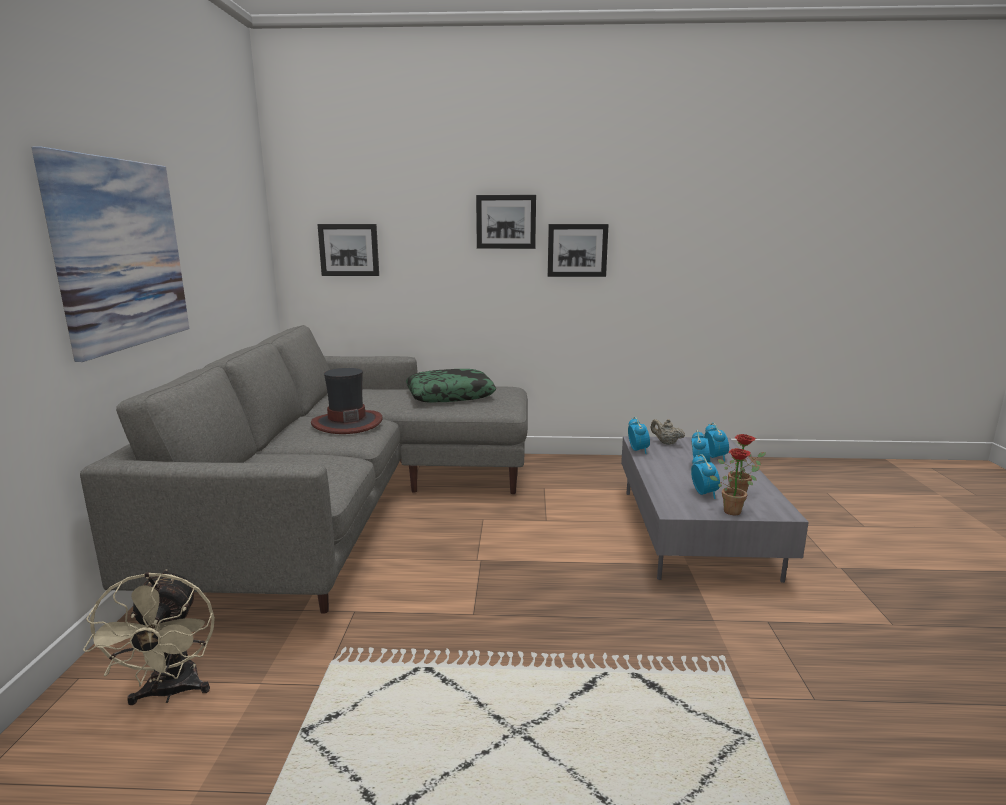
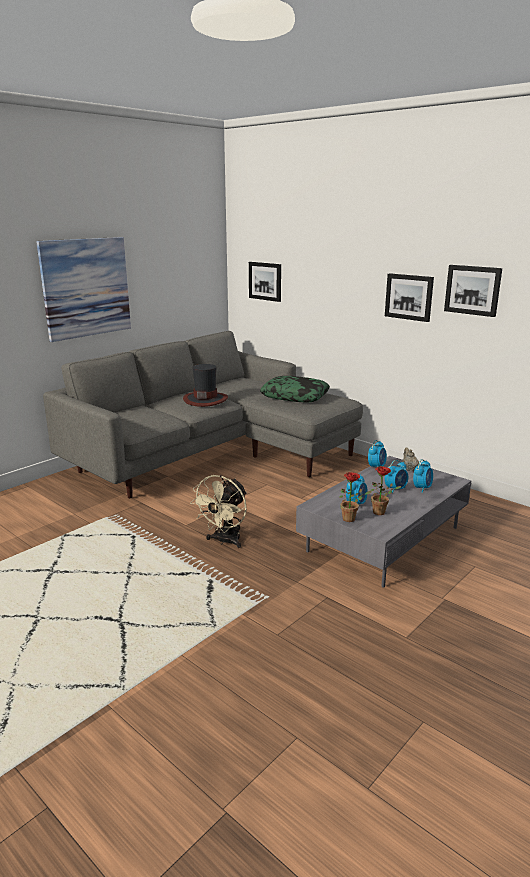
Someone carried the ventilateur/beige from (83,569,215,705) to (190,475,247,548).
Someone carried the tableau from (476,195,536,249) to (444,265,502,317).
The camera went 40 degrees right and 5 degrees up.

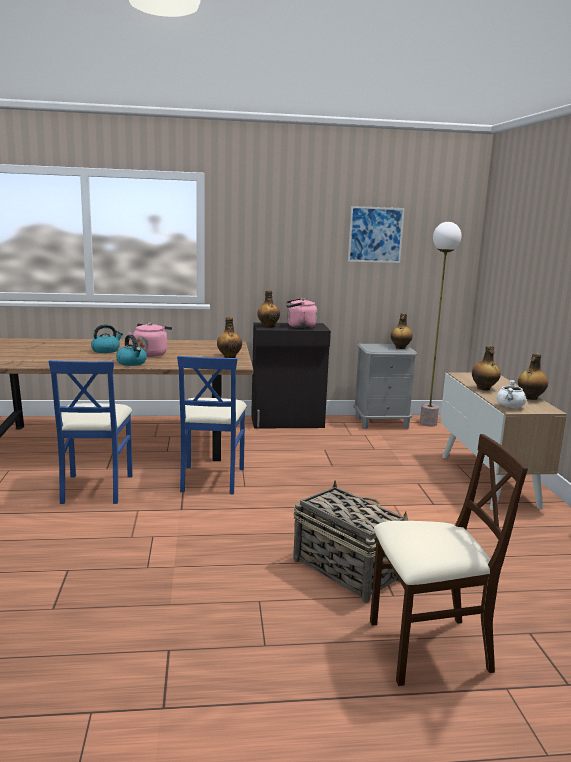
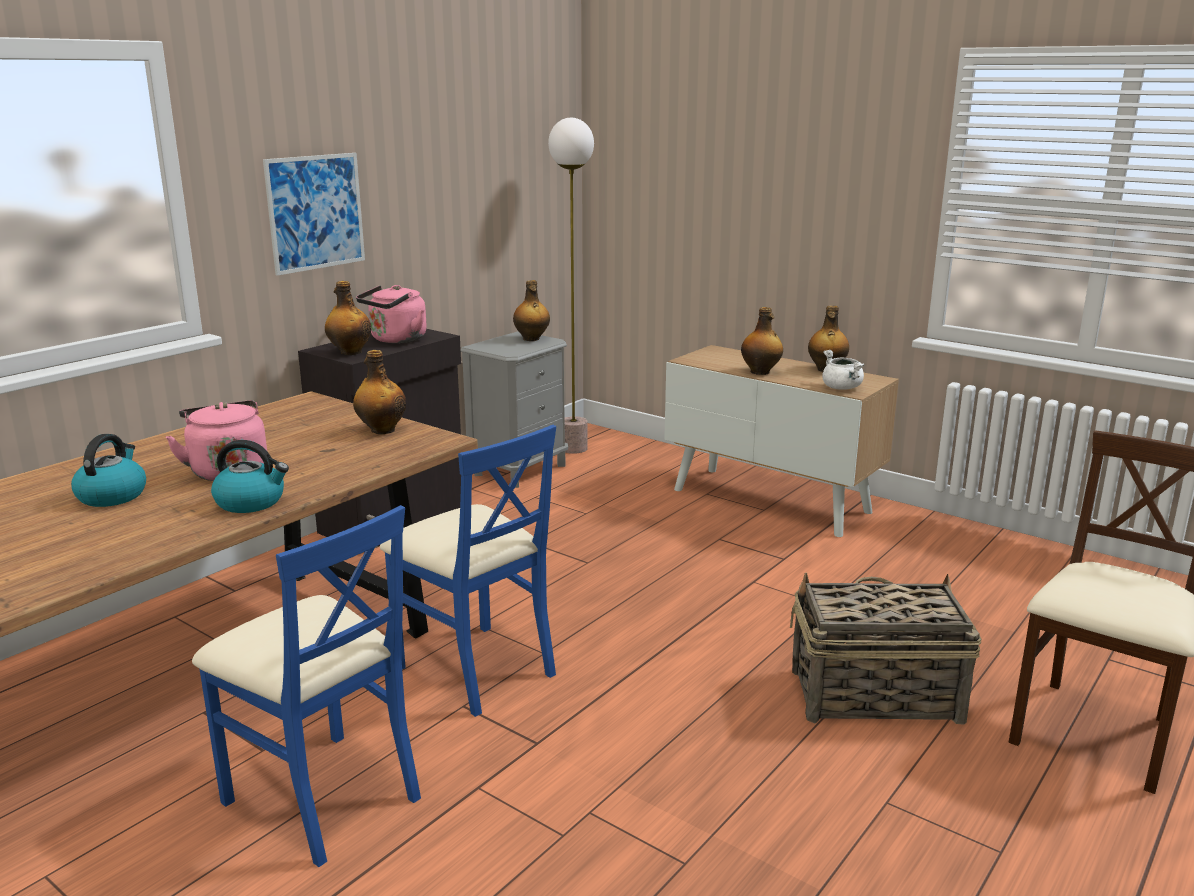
Someone carried the tableau from (348,206,405,263) to (263,153,365,276).
The camera went 45 degrees left and 5 degrees up.

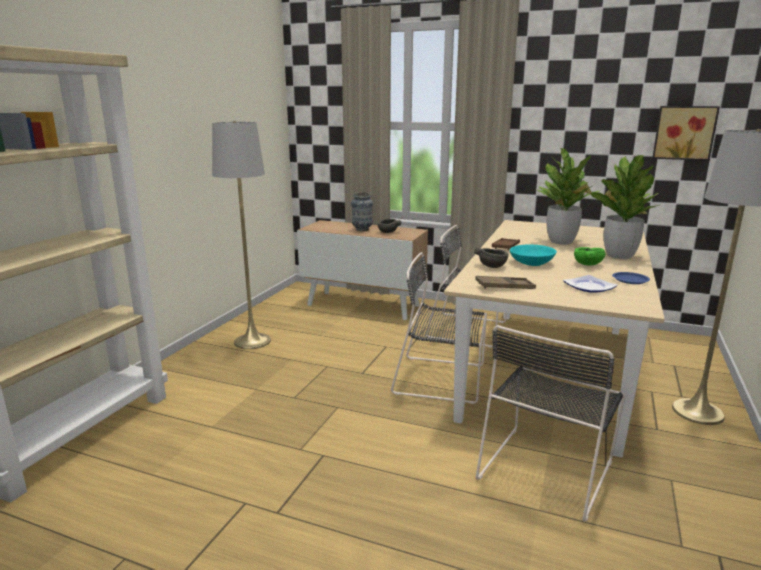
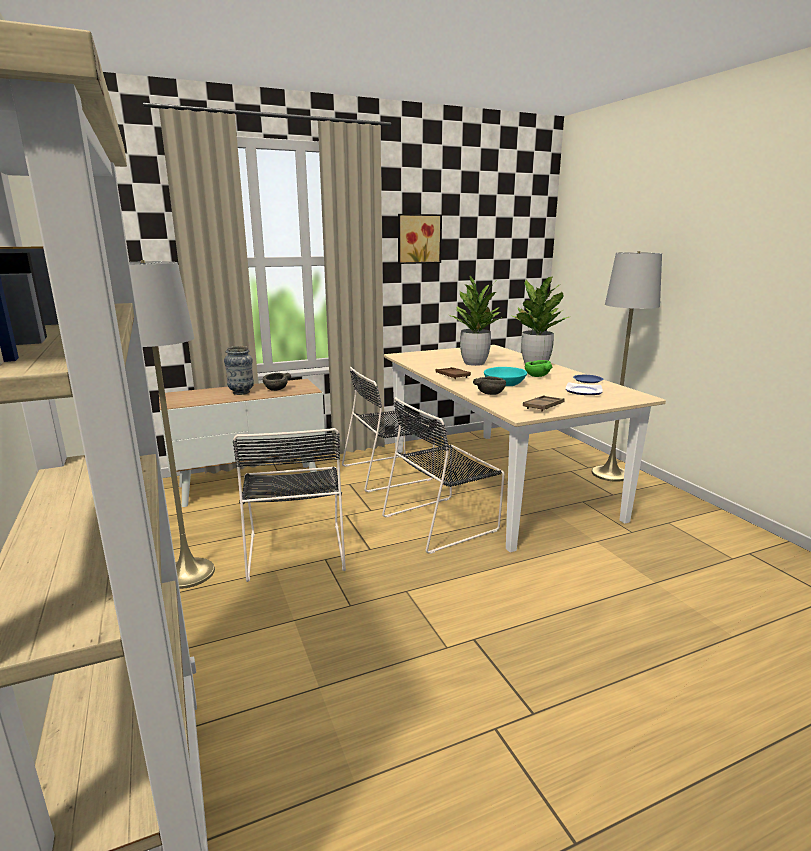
Someone carried the chaise/noir from (476,325,625,522) to (233,428,346,582).
Someone carried the tableau from (652,106,720,161) to (398,214,442,264).
The camera went 45 degrees left and 0 degrees up.

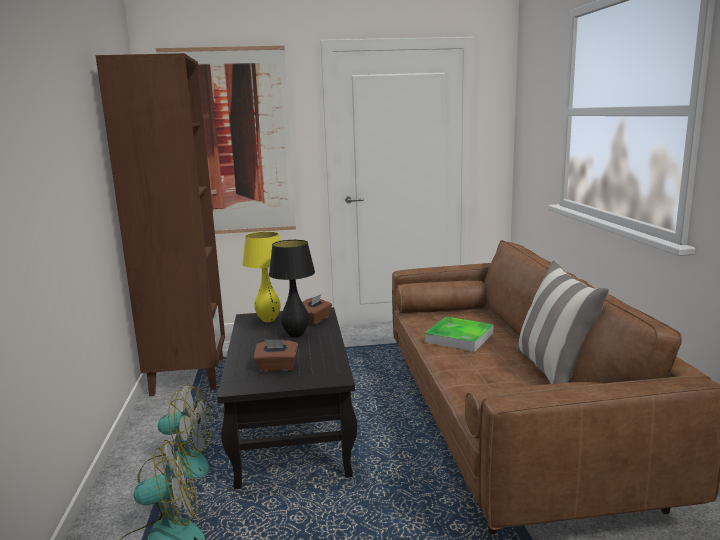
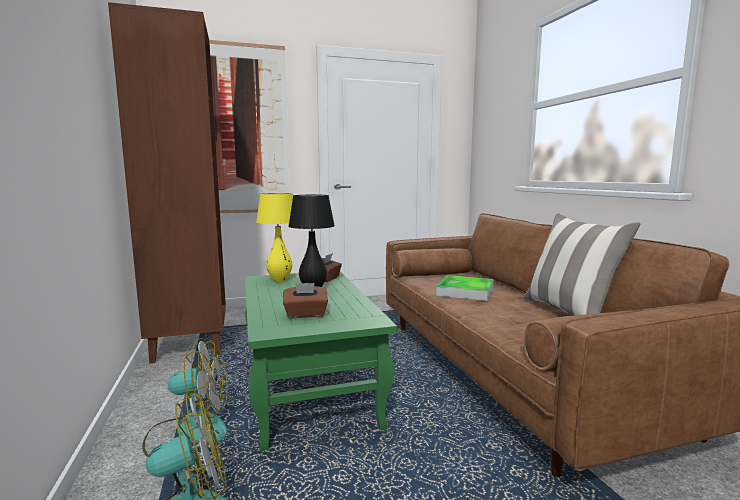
Someone repainted the table basse/noir at (217,307,357,489), which became the table basse/vert at (245,271,397,451).
The camera went 10 degrees left and 5 degrees down.

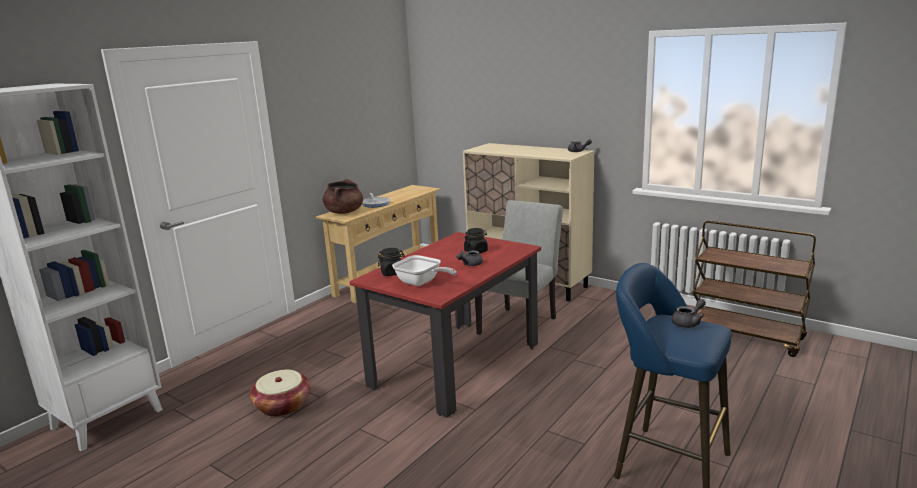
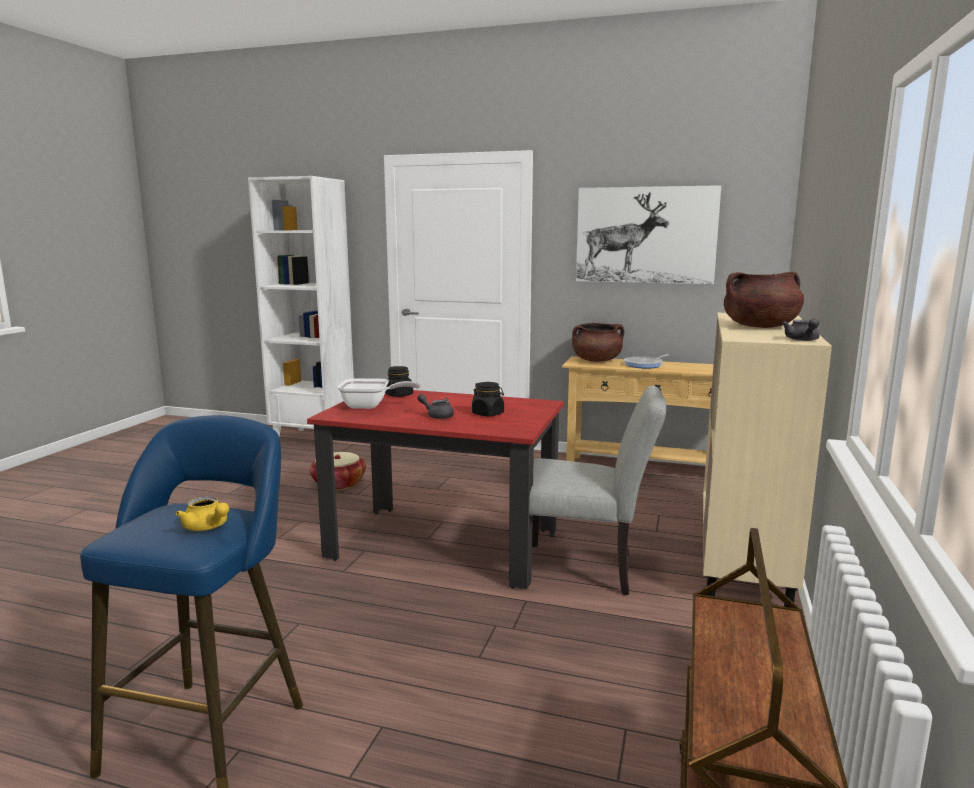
Someone put up the tableau at (576,185,721,284).
Someone put down the marmite/marron at (724,272,804,328).
Someone repainted the théière/gris at (671,299,706,328), which became the théière/jaune at (176,496,229,531).
Someone rotated the poêle at (392,255,457,286) by 105 degrees counterclockwise.
The camera went 70 degrees right and 5 degrees down.

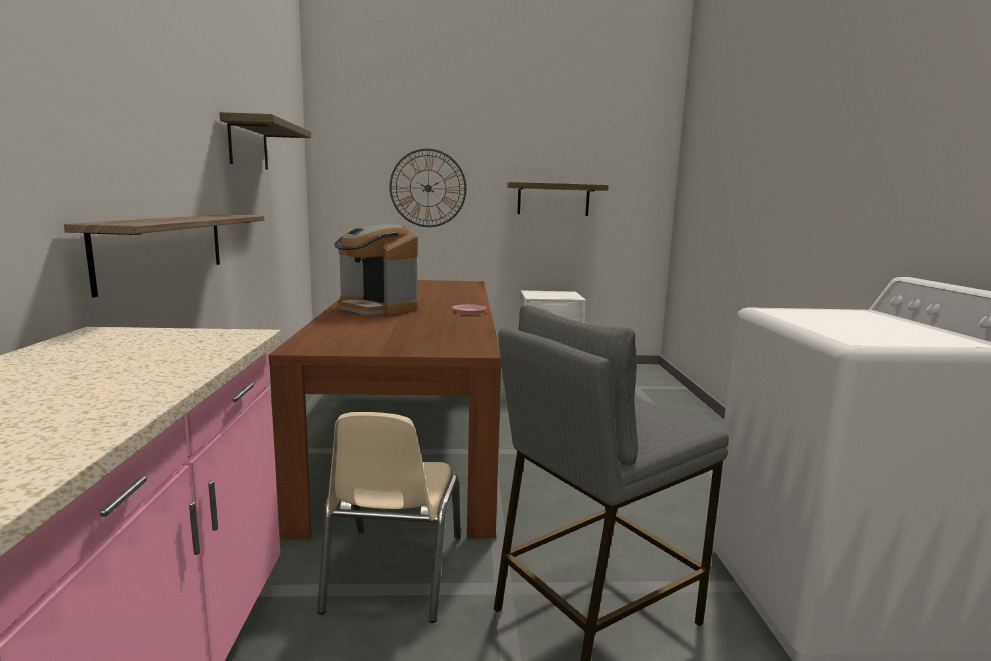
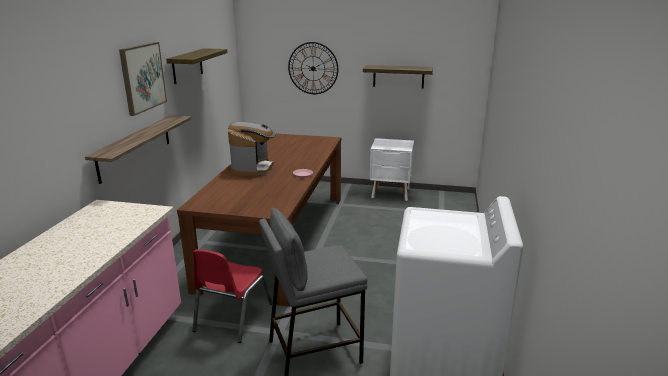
Someone put up the tableau at (119,42,167,116).
Someone repainted the chaise/beige at (317,412,461,623), which became the chaise/rouge at (193,249,273,343).
Someone rotated the machine à café at (334,224,418,315) by 135 degrees counterclockwise.
The camera went 15 degrees right and 10 degrees up.

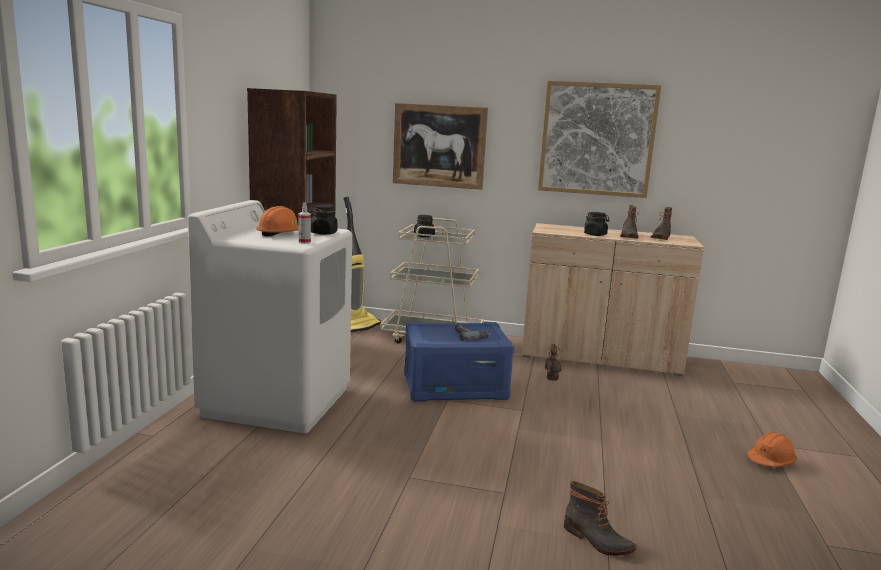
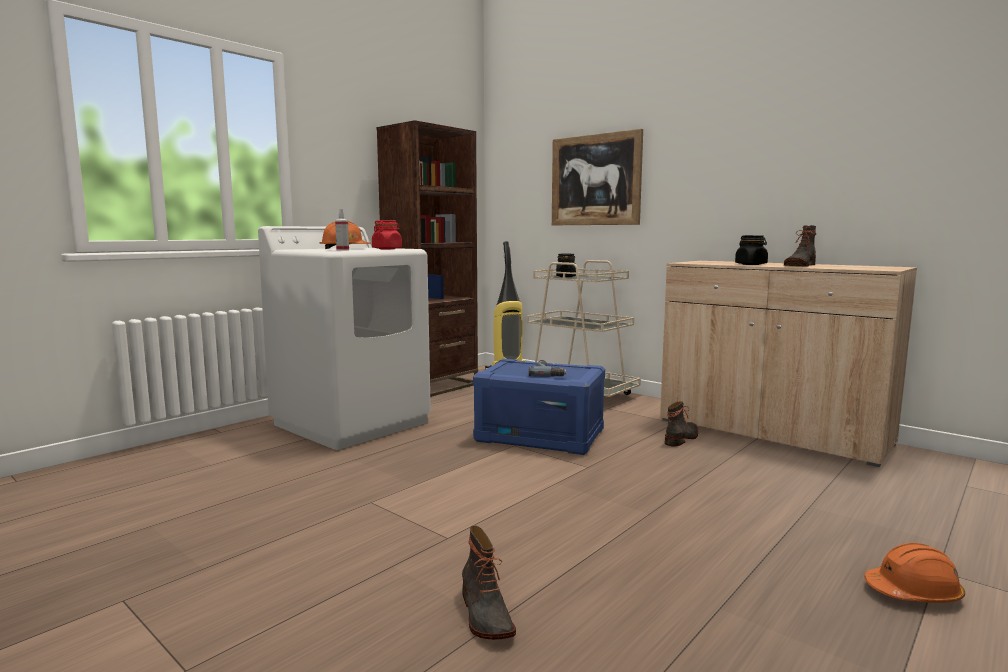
Someone took away the tableau at (538,81,661,198).
Someone took away the botte at (651,207,672,240).
Someone repainted the bocal/noir at (311,205,337,235), which became the bocal/rouge at (372,220,402,249).
The camera went 30 degrees right and 5 degrees down.

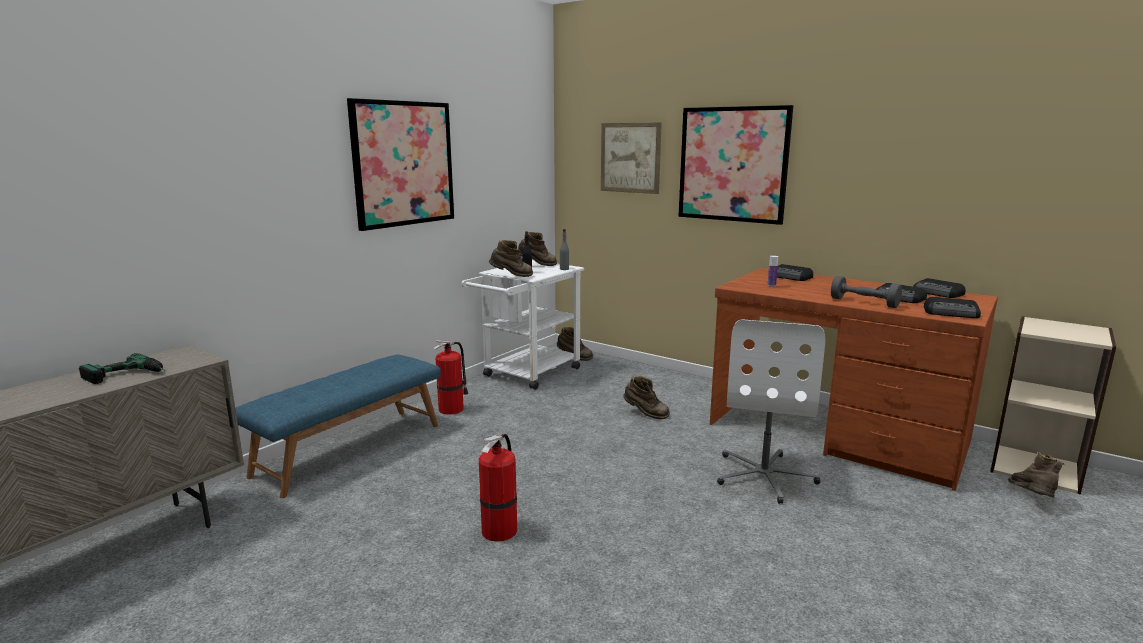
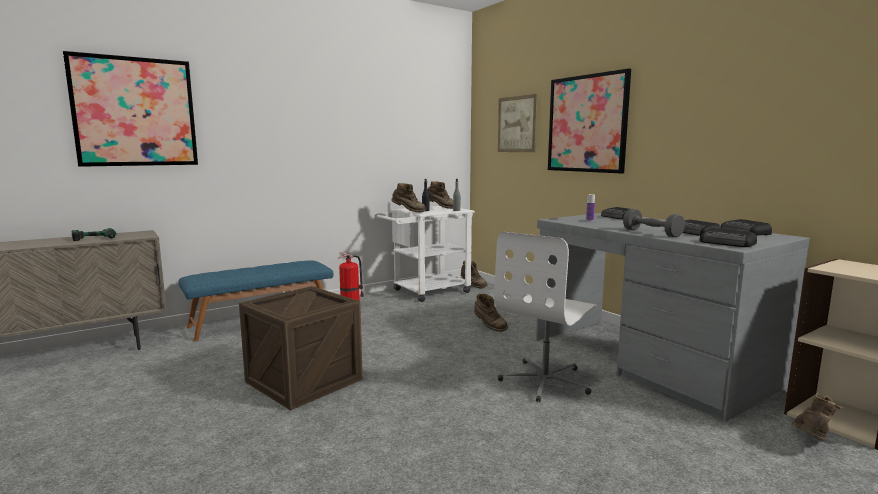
Someone carried the tableau from (347,98,454,231) to (63,51,198,167).
Someone swapped the extincteur at (479,434,517,542) for the caisse at (239,286,363,411).
Someone repainted the bureau/marron at (710,268,998,491), which became the bureau/gris at (536,213,810,422).
The camera went 20 degrees right and 5 degrees down.

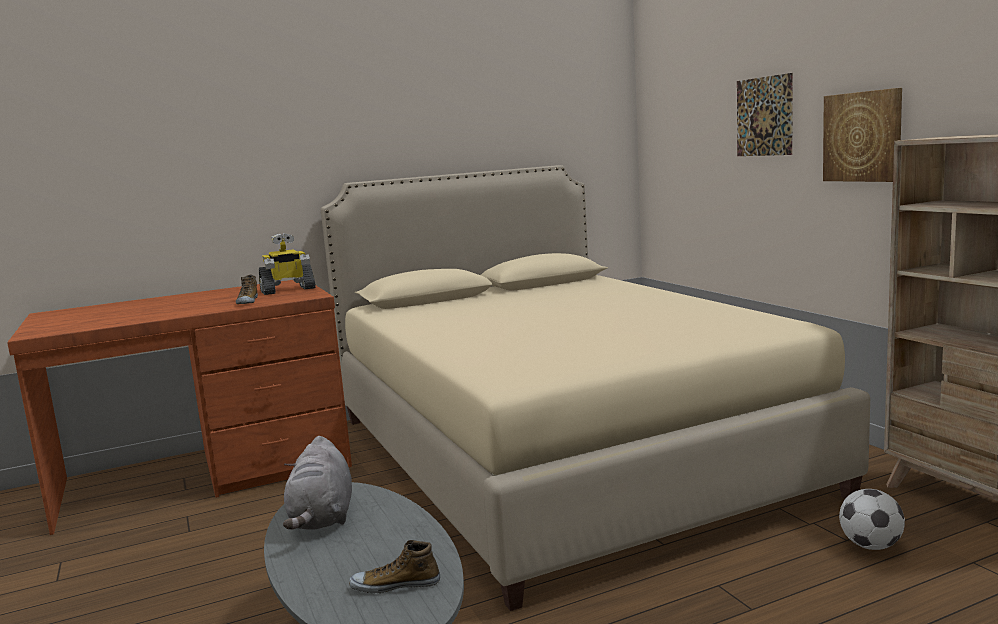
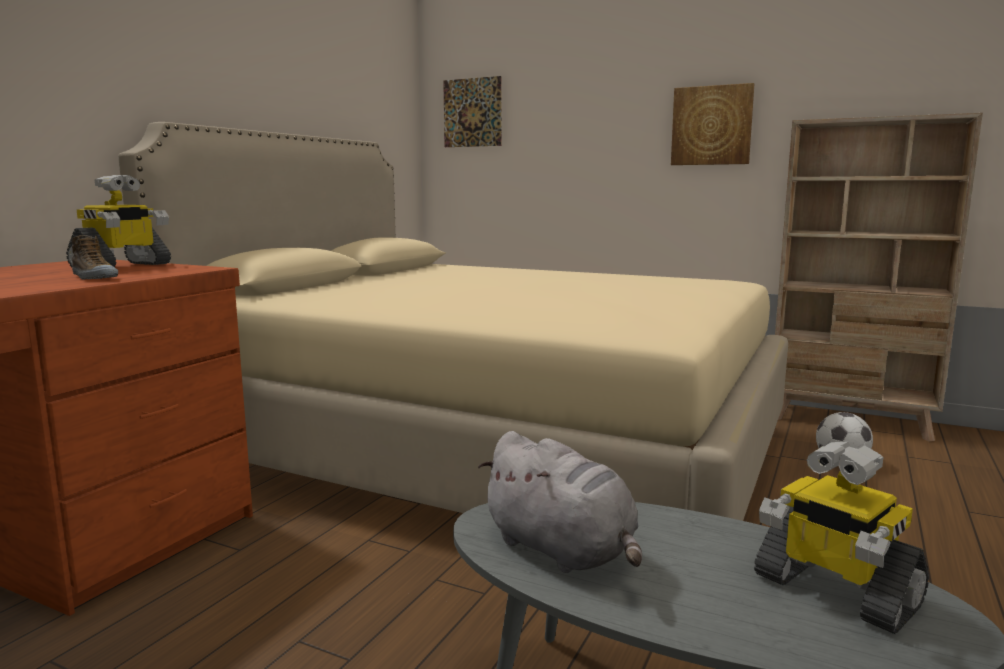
Someone carried the tableau from (737,73,793,156) to (443,76,502,147).
Someone swapped the chaussure at (349,540,440,593) for the robot jouet at (754,441,929,634).
The camera went 40 degrees left and 0 degrees up.

